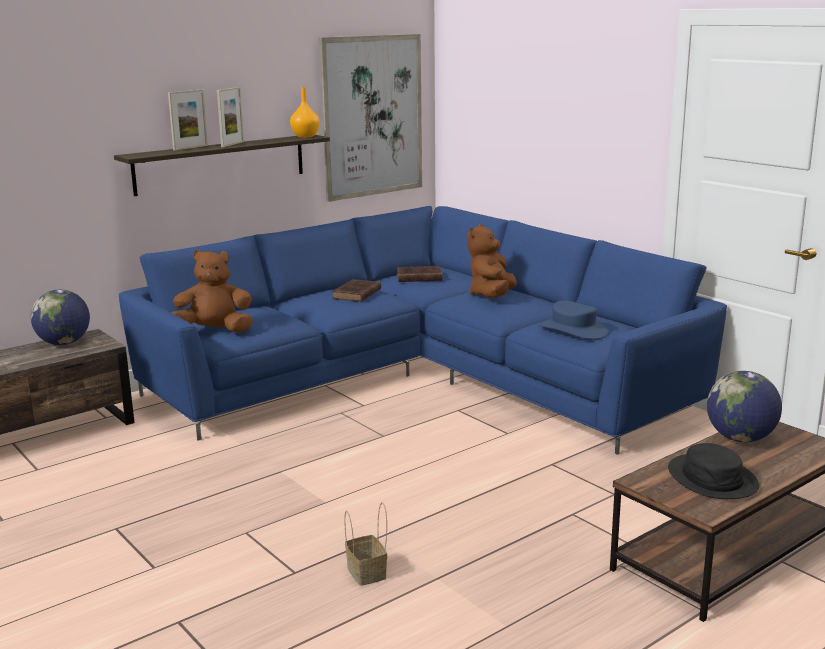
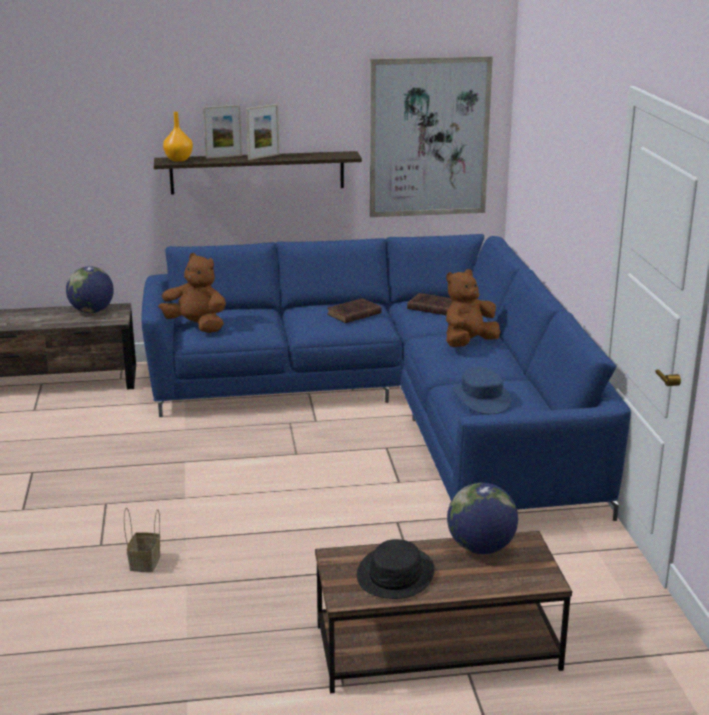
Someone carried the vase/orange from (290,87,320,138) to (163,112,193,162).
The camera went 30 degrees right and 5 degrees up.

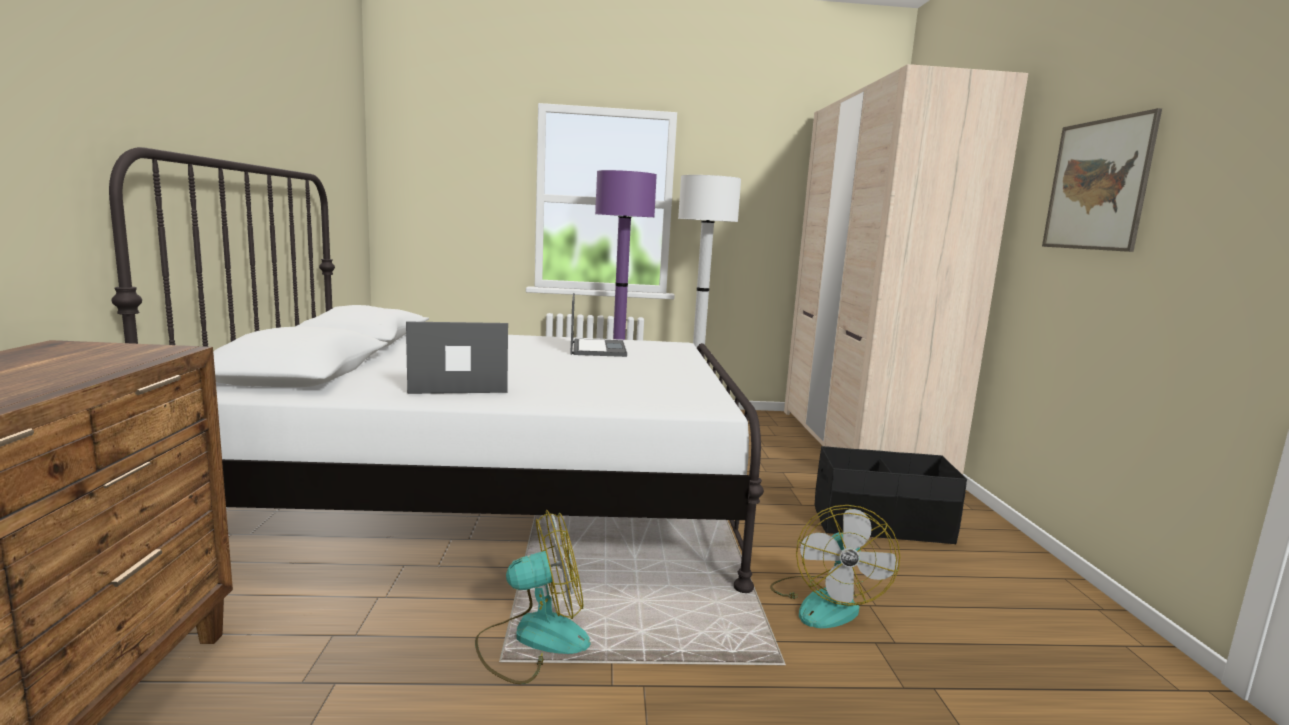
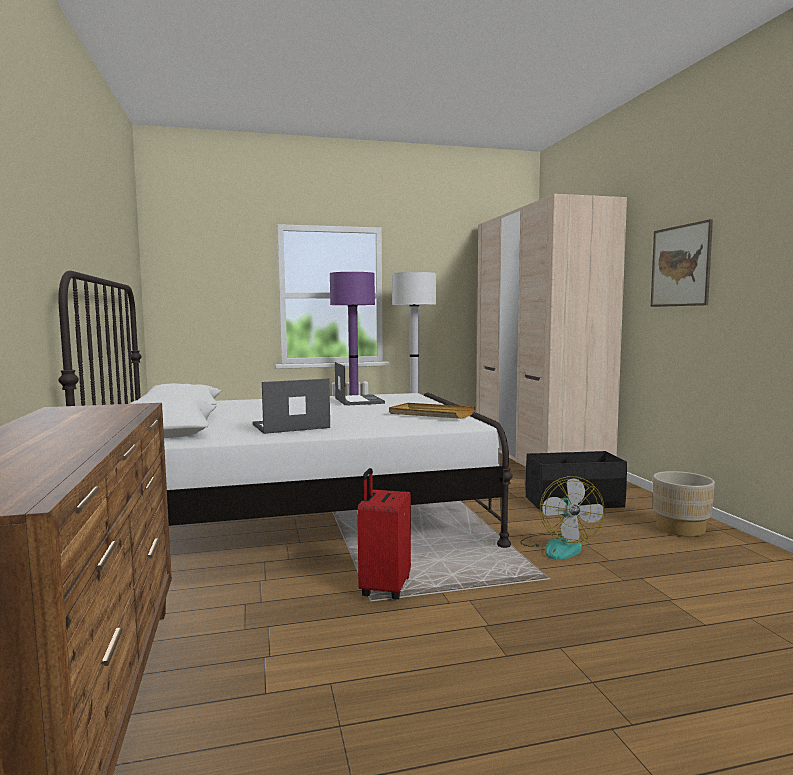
Someone put down the plateau/beige at (389,403,475,419).
Someone put down the cache-pot/beige at (653,471,715,537).
Someone swapped the ventilateur at (475,510,590,684) for the valise/rouge at (357,468,411,599).
The camera went 10 degrees left and 5 degrees down.

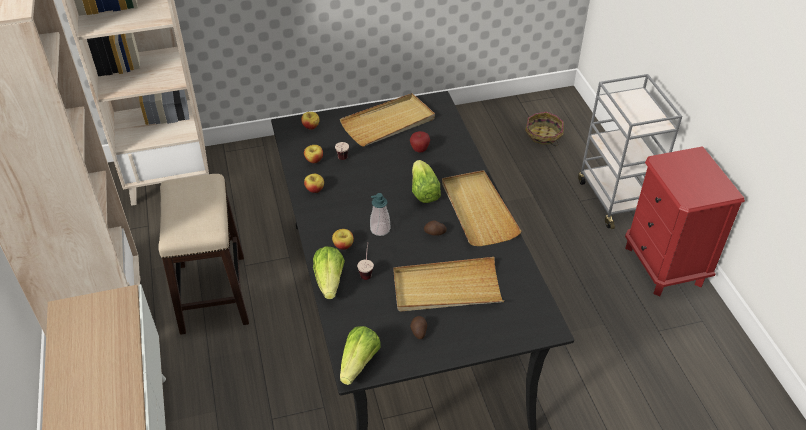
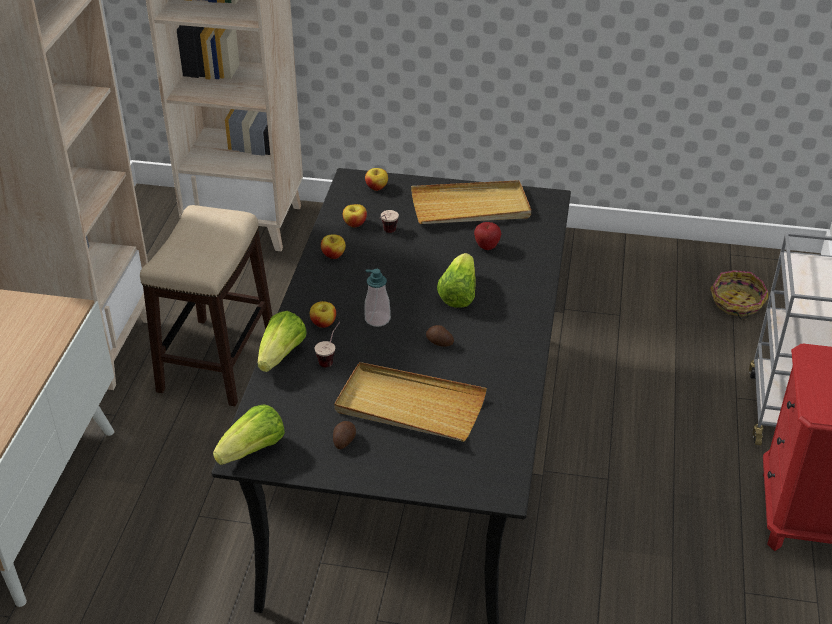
Someone took away the plateau/beige at (442,170,522,246).
The camera went 25 degrees right and 5 degrees down.

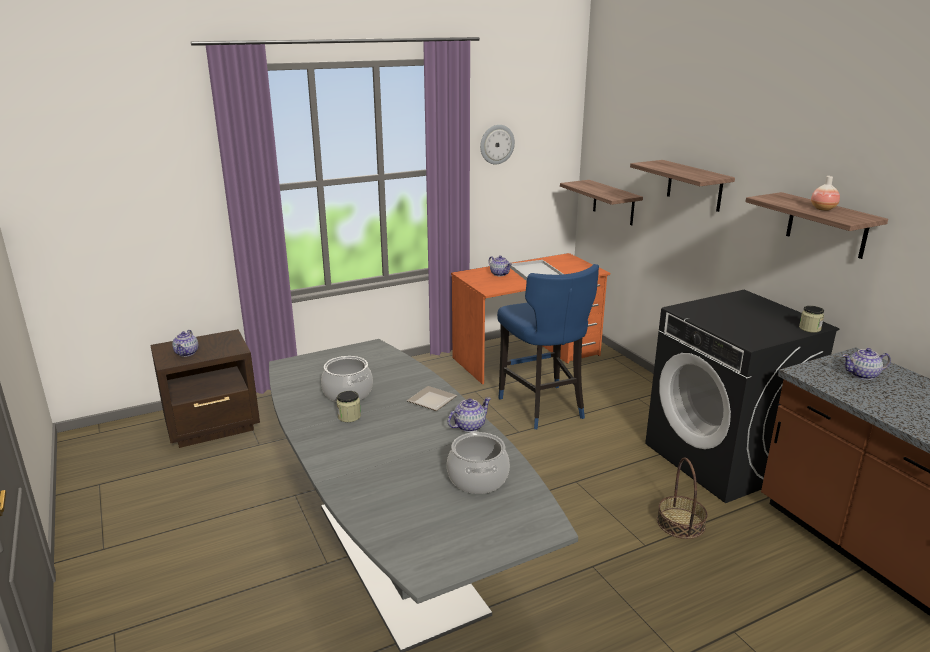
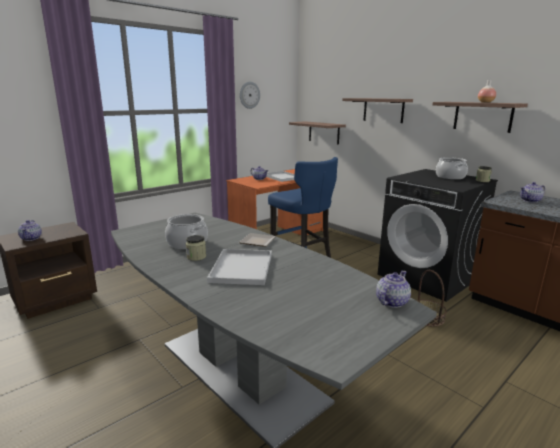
Someone put down the plateau/blanc at (207,249,272,285).
Someone carried the marmite from (447,431,510,494) to (436,157,468,180).
Someone carried the théière from (448,397,491,432) to (376,271,411,308).
The camera went 15 degrees left and 5 degrees down.

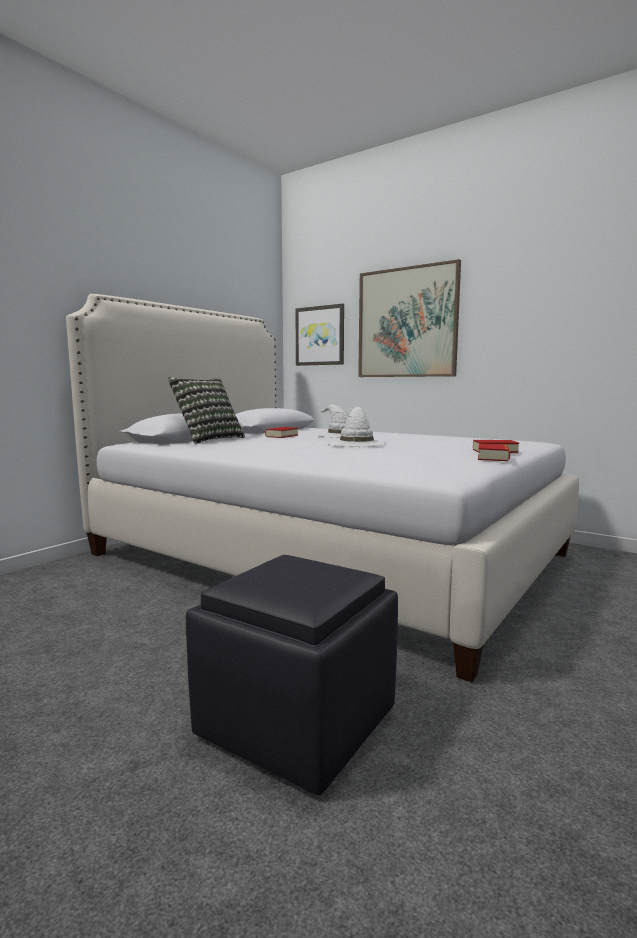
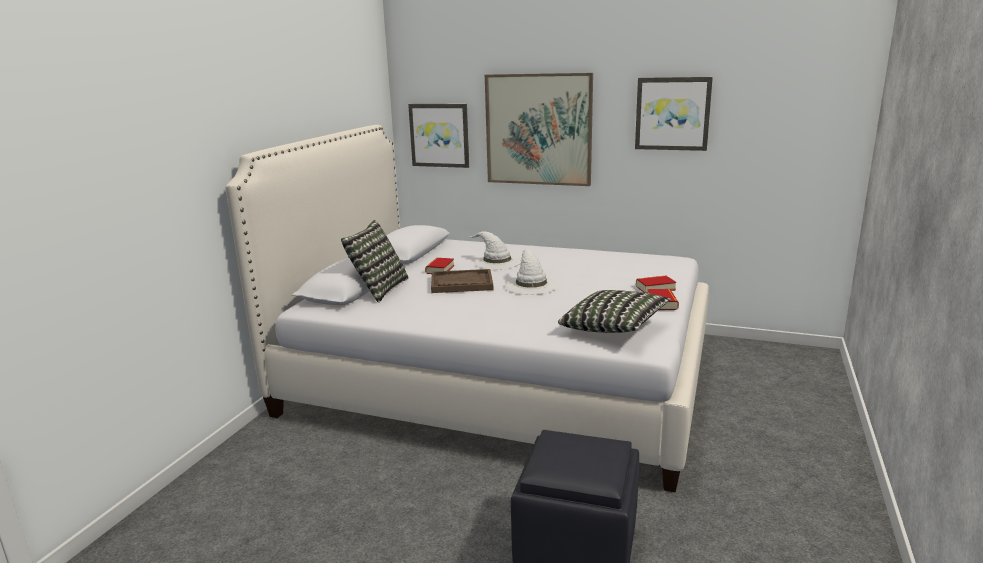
Someone put down the plateau/marron at (431,269,493,293).
Someone put down the coussin at (558,290,671,333).
Someone put up the tableau at (635,77,713,151).
The camera went 15 degrees left and 10 degrees up.

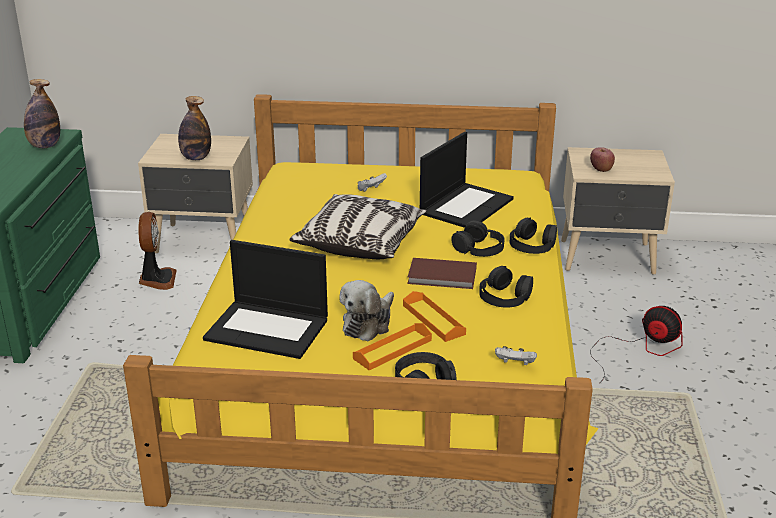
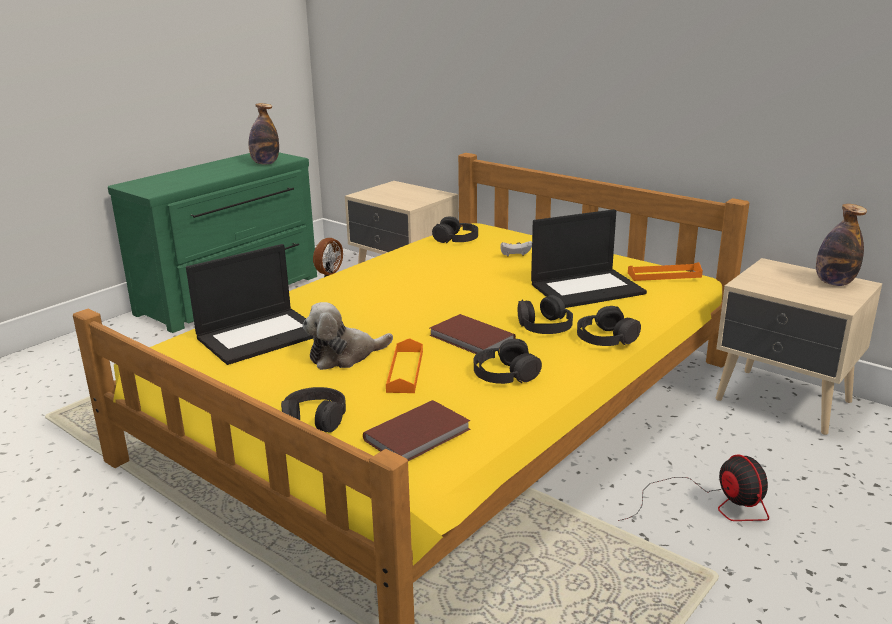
Someone took away the coussin at (289,194,427,259).
Someone took away the pomme at (590,147,615,172).
Someone put down the casque audio/noir at (432,217,478,243).
Someone carried the bouteille from (178,96,211,160) to (816,204,867,286).
Someone carried the plateau/orange from (353,323,432,370) to (628,262,703,281).
Someone swapped the manette/blanc at (495,346,537,365) for the livre/marron at (363,400,470,461).
Someone rotated the ordinateur portable at (203,240,328,359) by 90 degrees counterclockwise.
The camera went 35 degrees right and 5 degrees down.

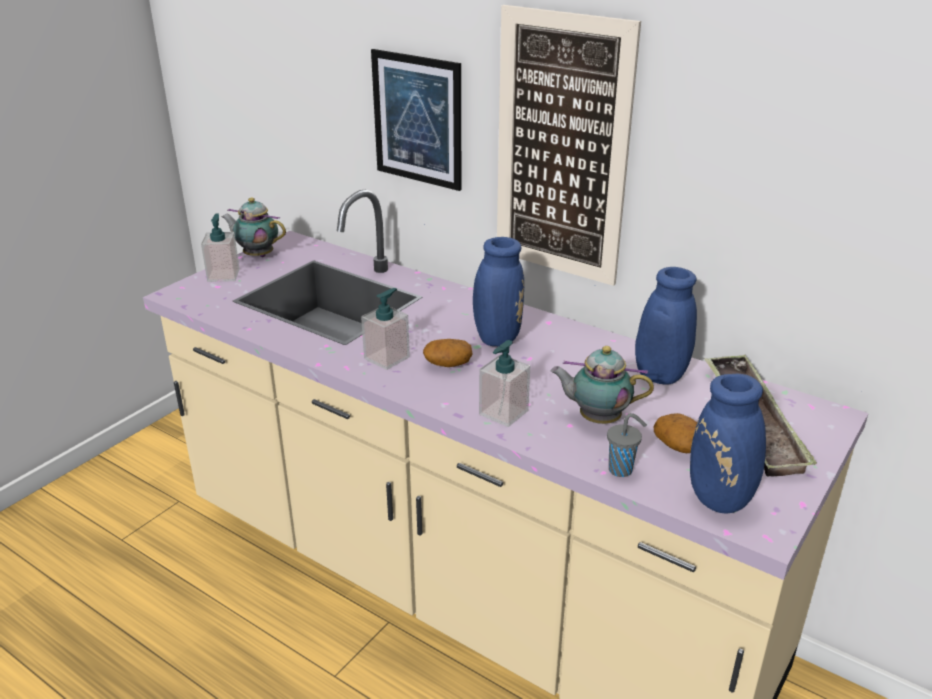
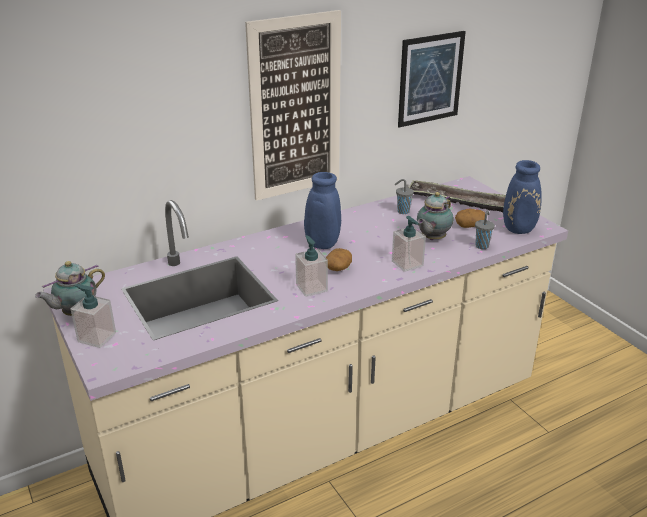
Someone carried the tableau from (371,49,461,191) to (398,31,466,128).
Someone swapped the vase/bleu at (595,267,697,385) for the tasse/gris at (395,179,414,214).
The camera went 65 degrees left and 0 degrees up.

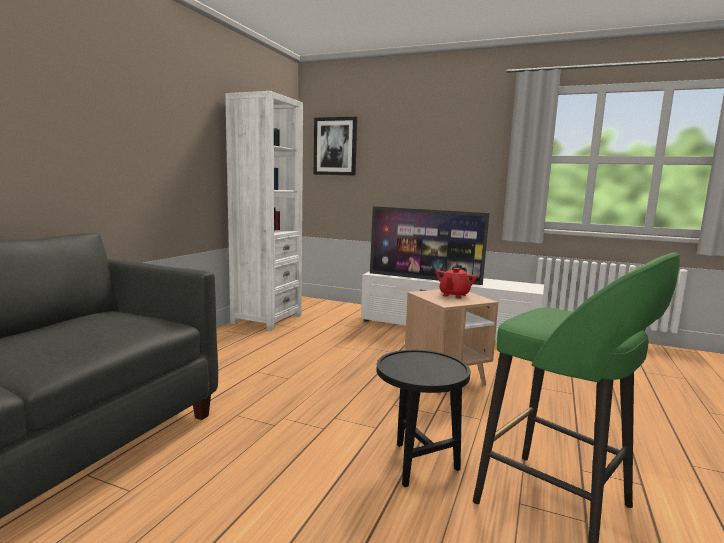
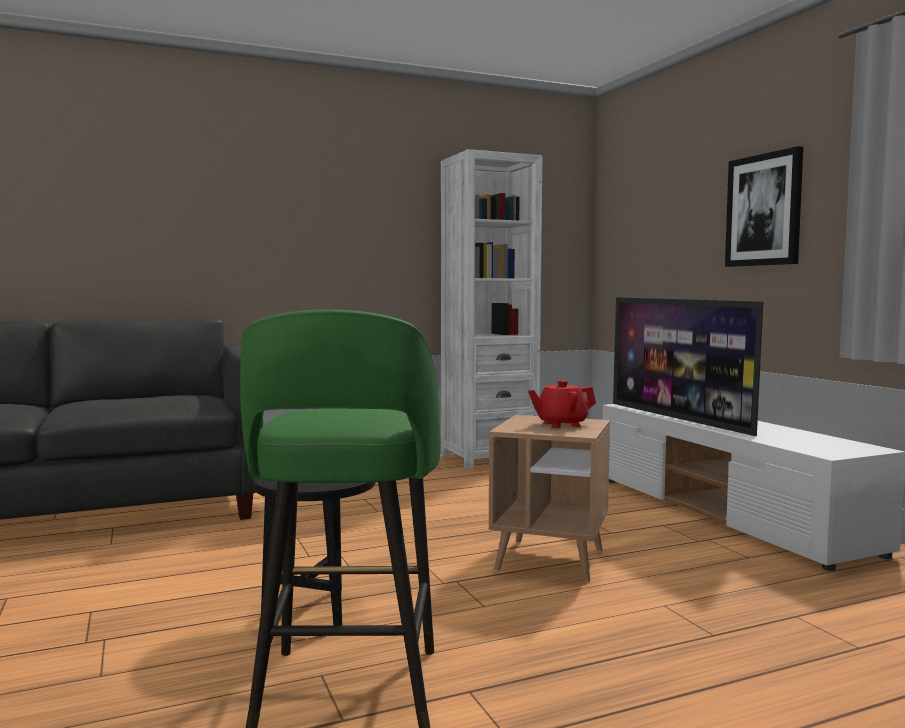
Someone carried the tableau from (314,117,357,176) to (725,146,803,267).
The camera went 45 degrees right and 5 degrees down.

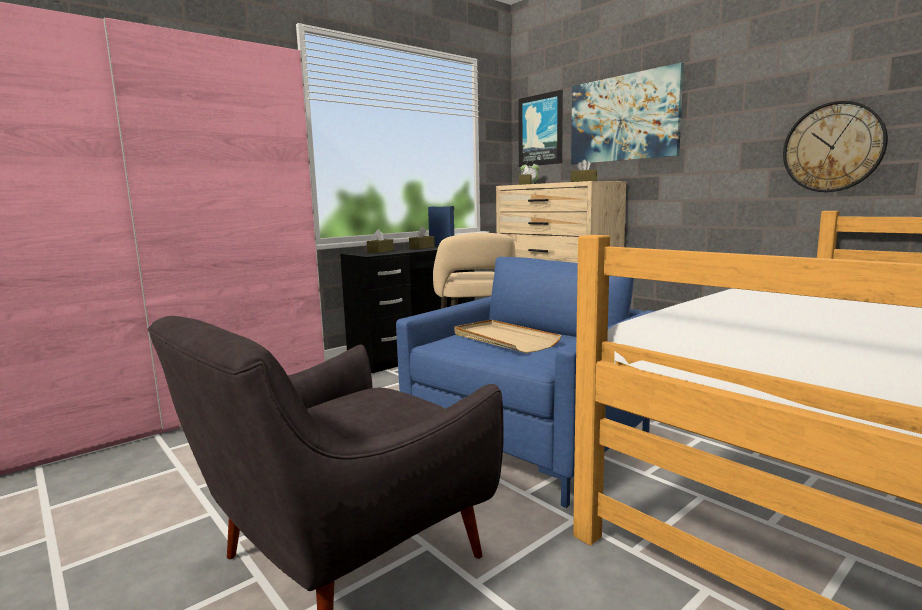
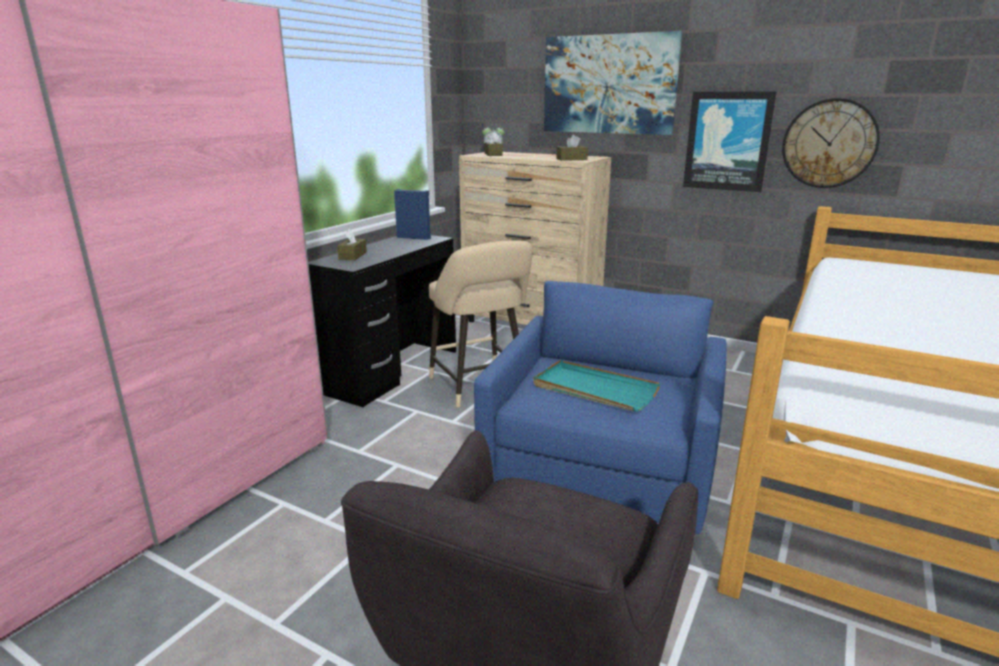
Someone took away the boîte à mouchoirs/marron at (409,227,435,249).
Someone carried the tableau from (518,90,563,167) to (683,92,776,192).
Someone repainted the plateau/beige at (455,320,561,353), which became the plateau/turquoise at (533,360,661,412).
The camera went 20 degrees left and 10 degrees up.

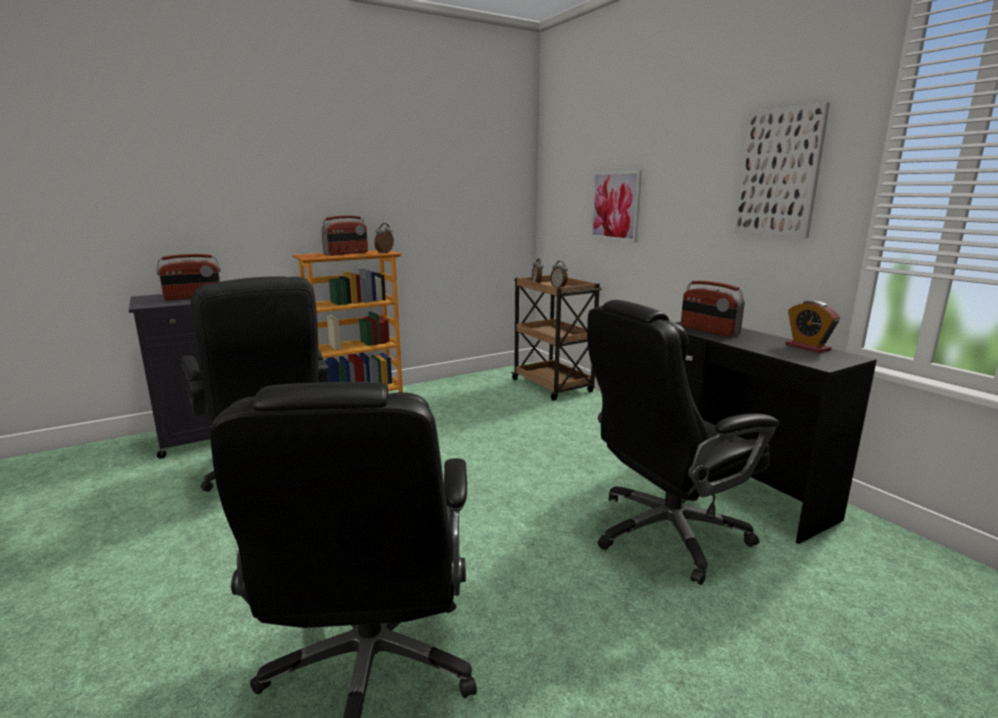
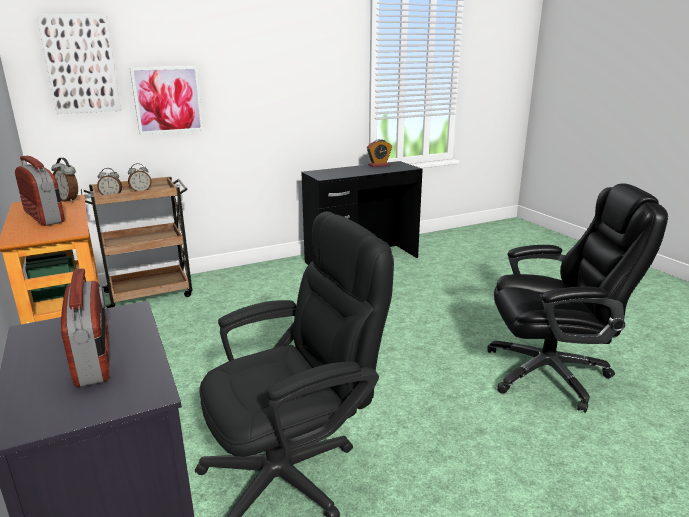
Someone took away the chaise de bureau/noir at (587,300,779,585).
Someone took away the radio at (681,281,745,337).
Someone carried the tableau from (734,102,830,238) to (36,14,121,114).
The camera went 85 degrees left and 5 degrees up.

